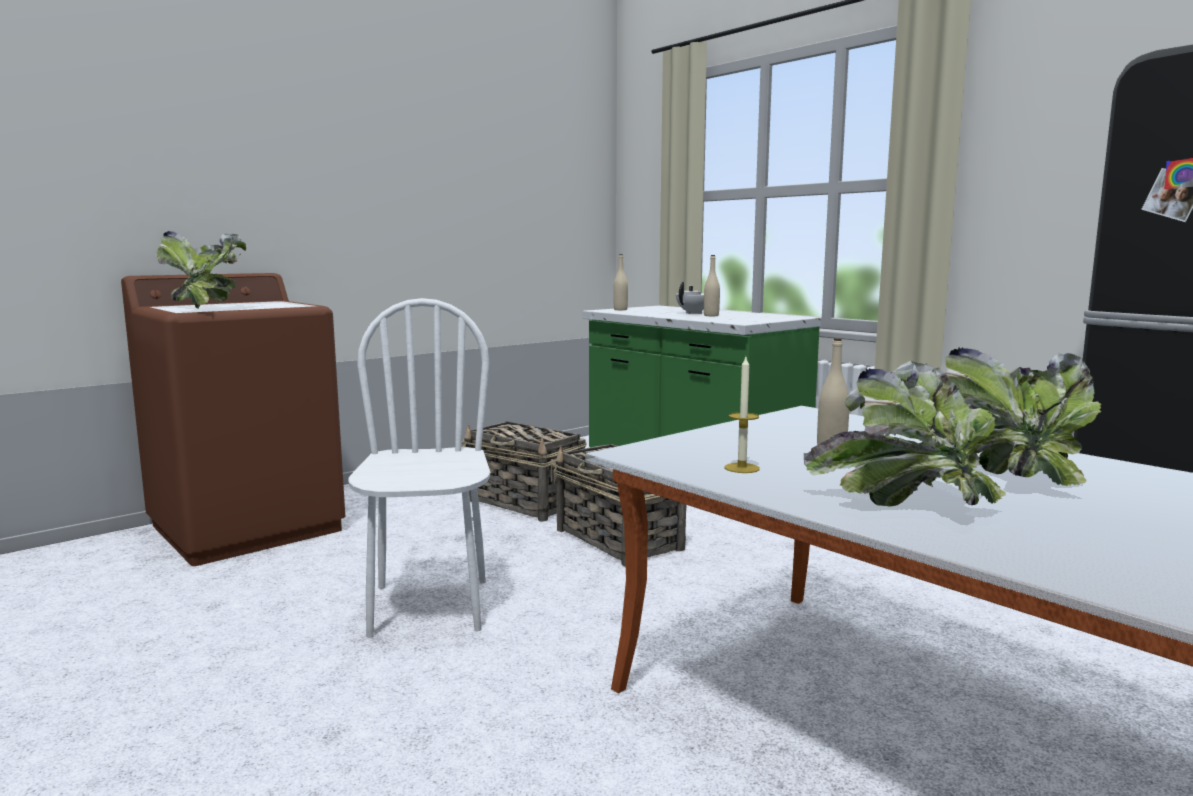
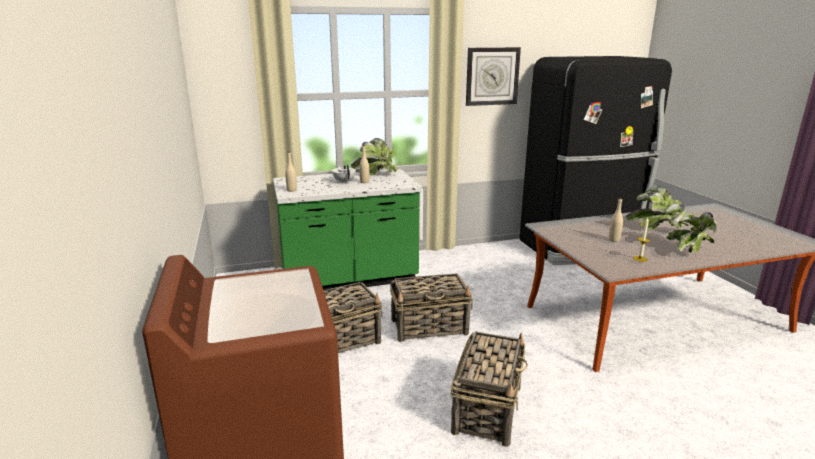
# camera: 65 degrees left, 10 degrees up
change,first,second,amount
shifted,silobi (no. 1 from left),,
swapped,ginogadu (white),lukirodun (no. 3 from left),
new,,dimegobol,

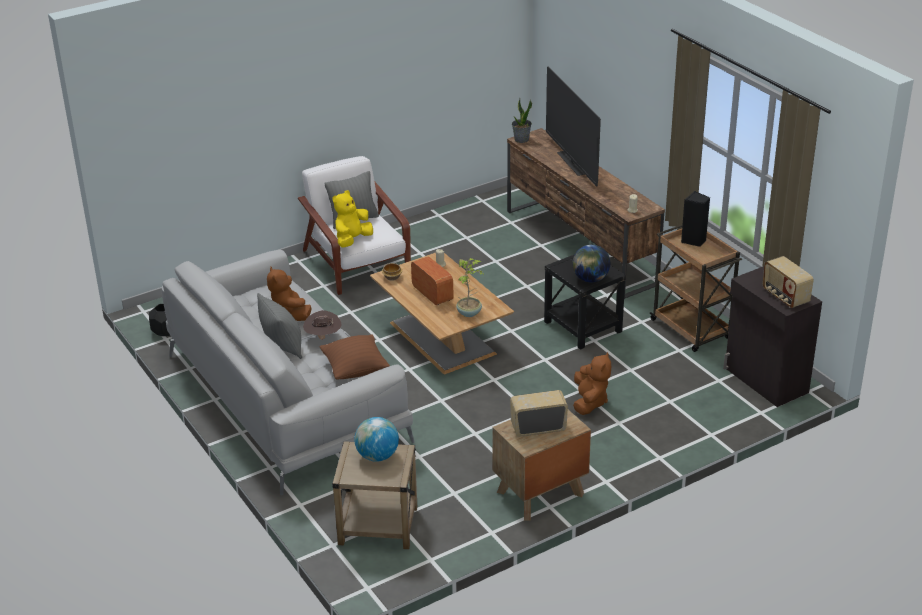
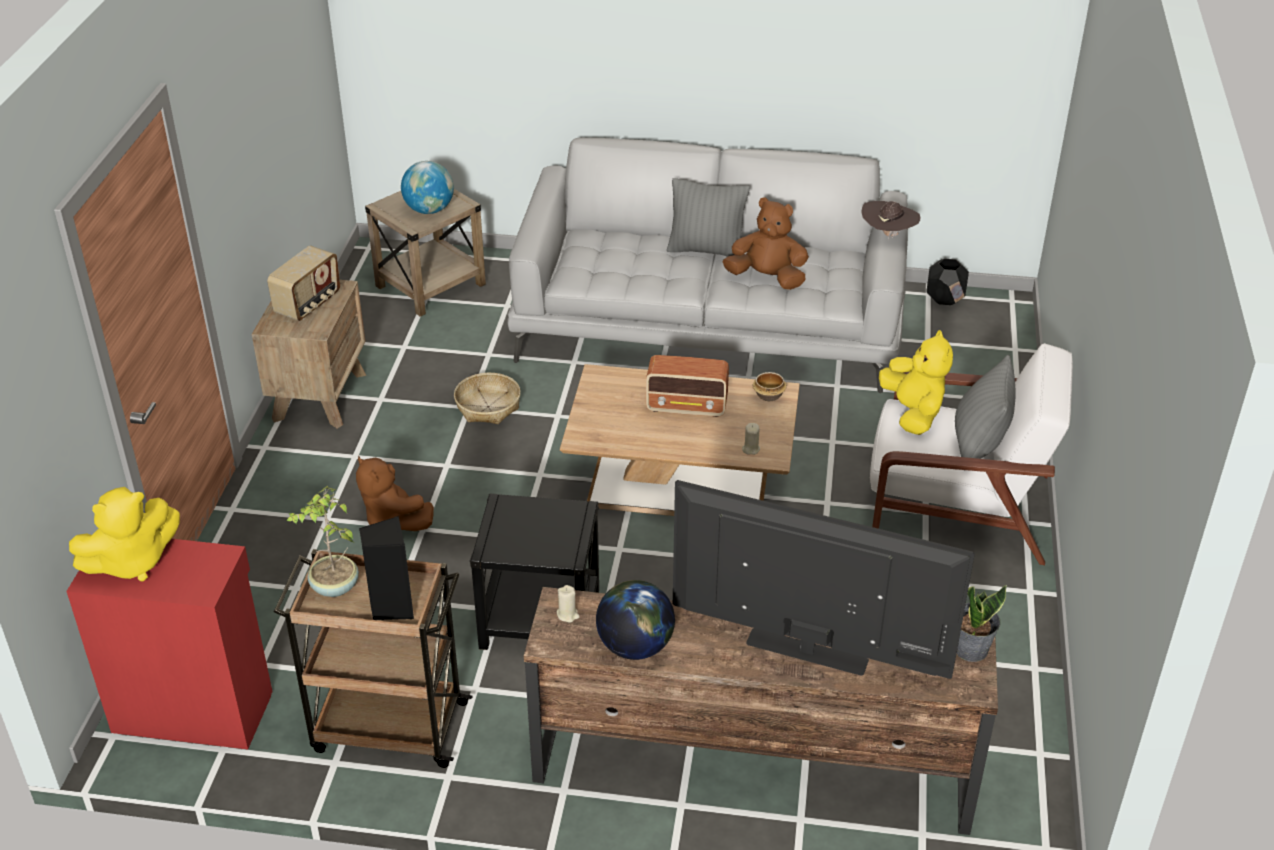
# camera: 130 degrees right, 5 degrees up
change,first,second,amount
shifted,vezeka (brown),,
gone,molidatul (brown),,
shifted,silobi (no. 1 from left),,
shifted,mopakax (no. 2 from left),,
repainted,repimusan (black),repimusan (red),
swapped,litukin (no. 3 from left),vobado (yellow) (no. 1 from left),
new,,lukirodun,

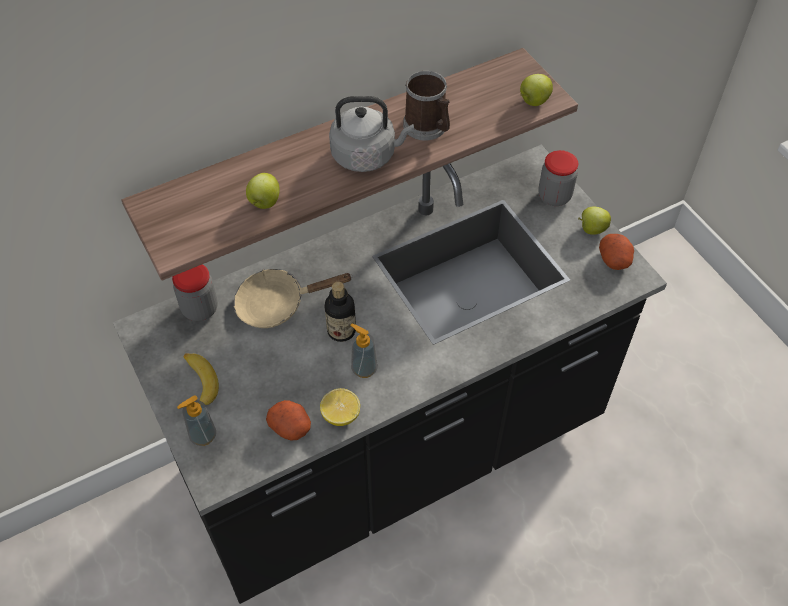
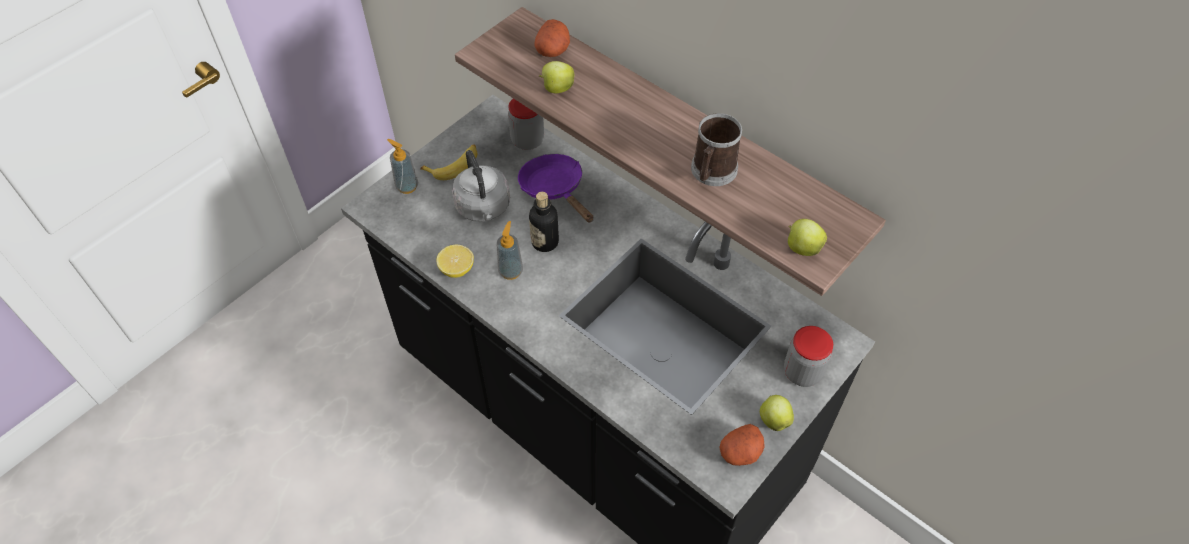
# camera: 70 degrees right, 0 degrees up
change,first,second,amount
repainted,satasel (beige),satasel (purple),
shifted,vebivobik (no. 1 from left),,
shifted,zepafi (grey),,

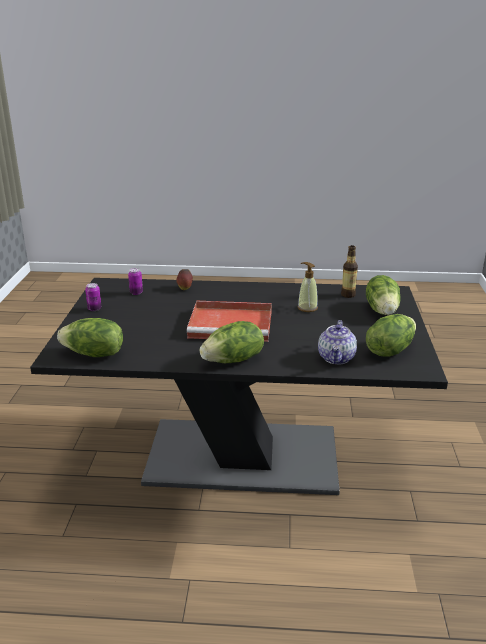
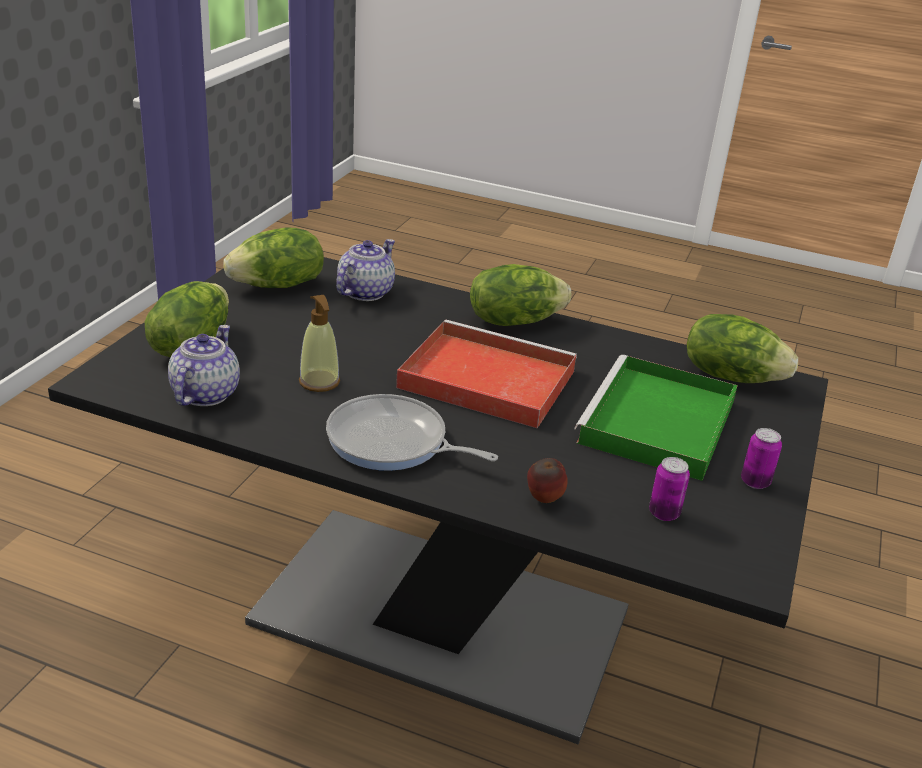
# camera: 165 degrees left, 5 degrees up
change,first,second,amount
swapped,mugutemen,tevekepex (no. 1 from left),
new,,satasel,
new,,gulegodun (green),

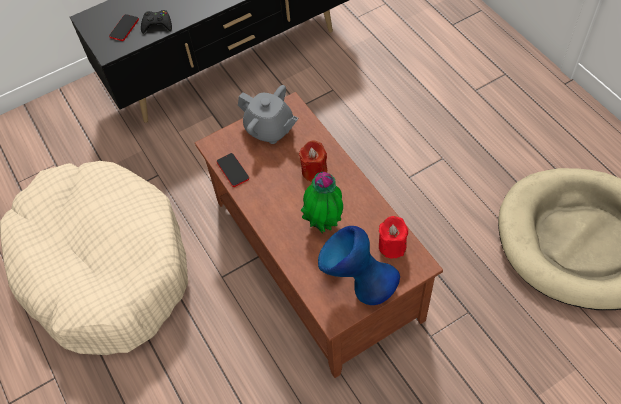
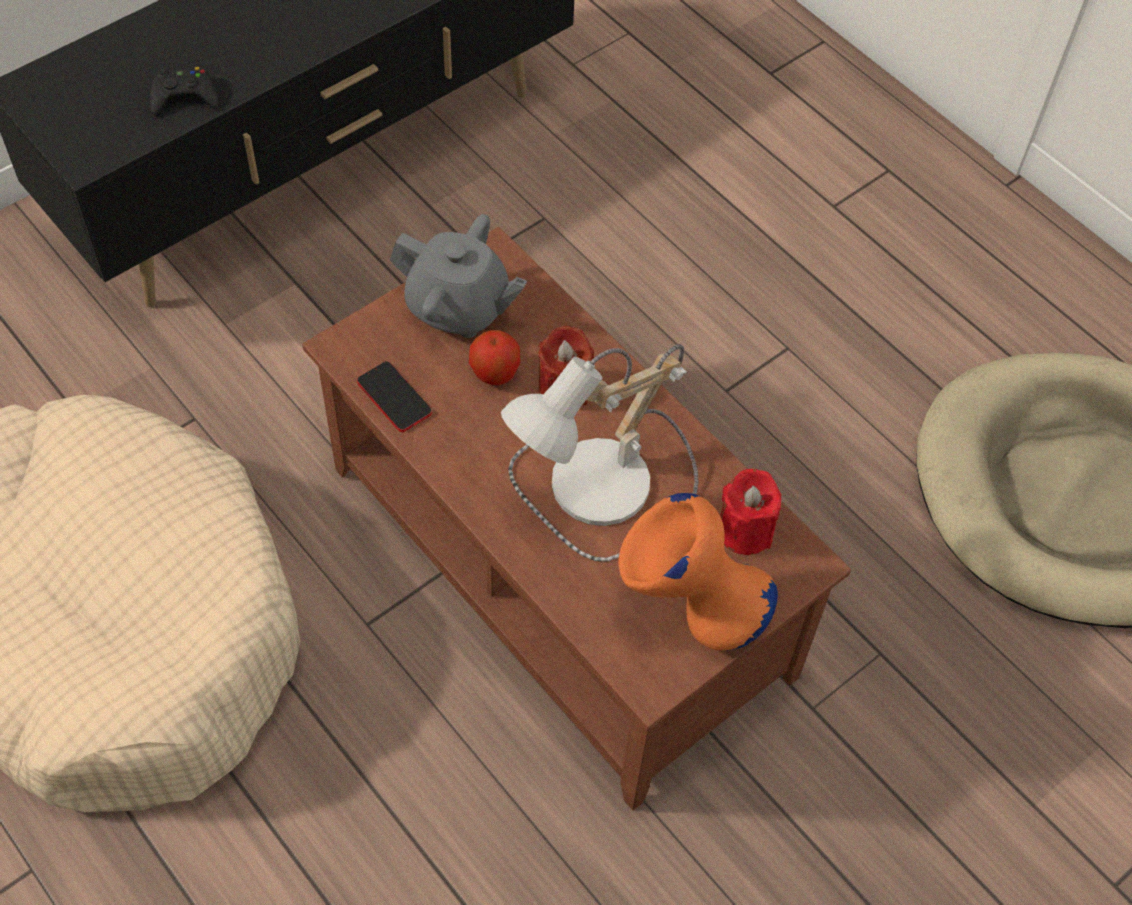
# camera: 15 degrees left, 0 degrees up
change,first,second,amount
gone,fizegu (no. 1 from left),,
swapped,silobi,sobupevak,
repainted,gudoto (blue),gudoto (orange),
new,,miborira,

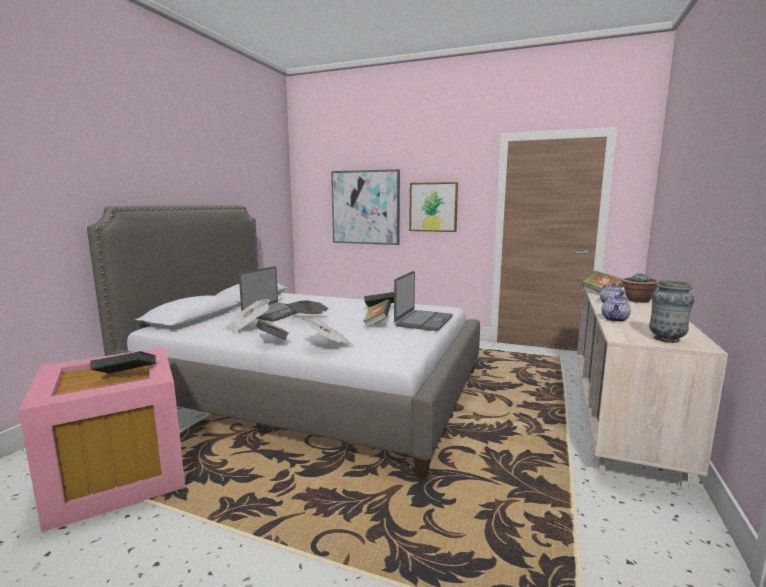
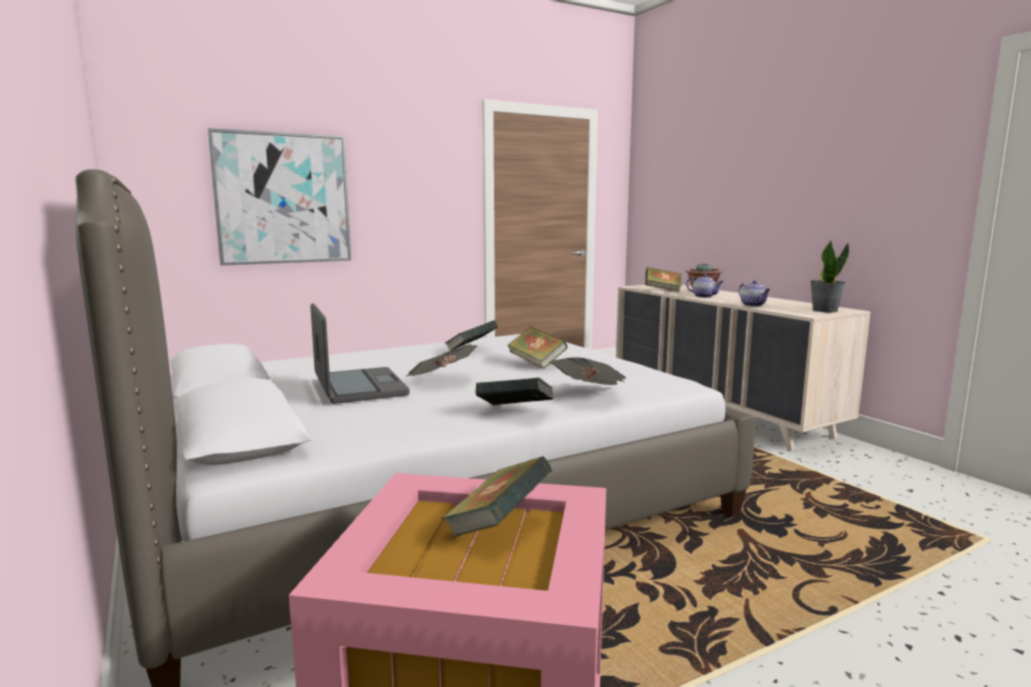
# camera: 50 degrees left, 0 degrees up
change,first,second,amount
gone,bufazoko (no. 1 from left),,
gone,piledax (no. 2 from left),,
gone,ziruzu (no. 2 from left),,
swapped,gudoto,silobi (no. 2 from left),

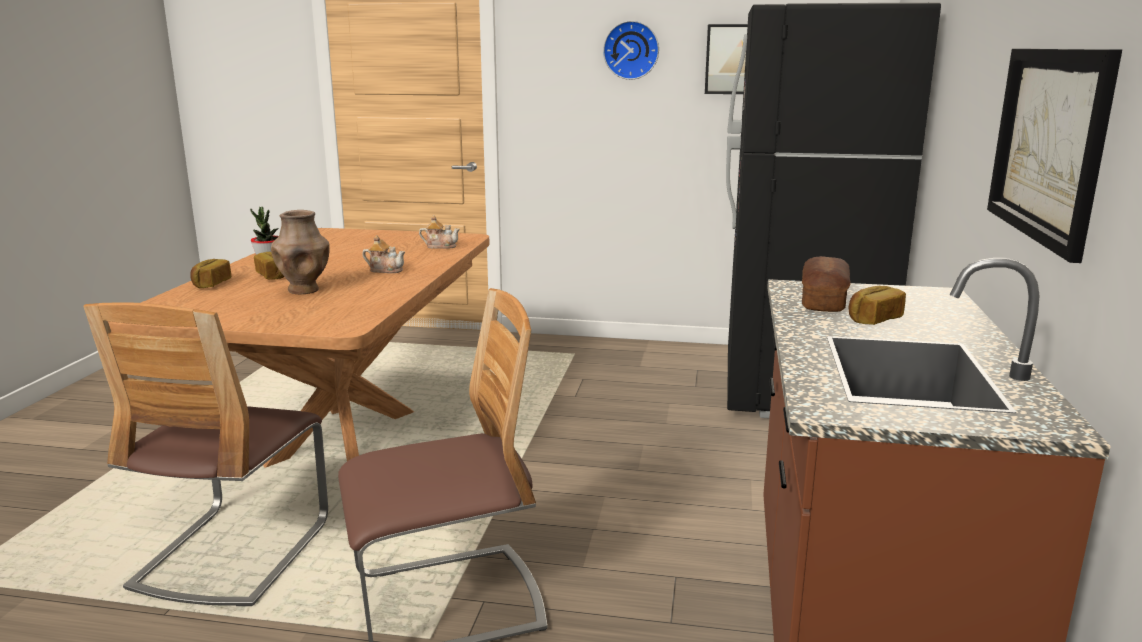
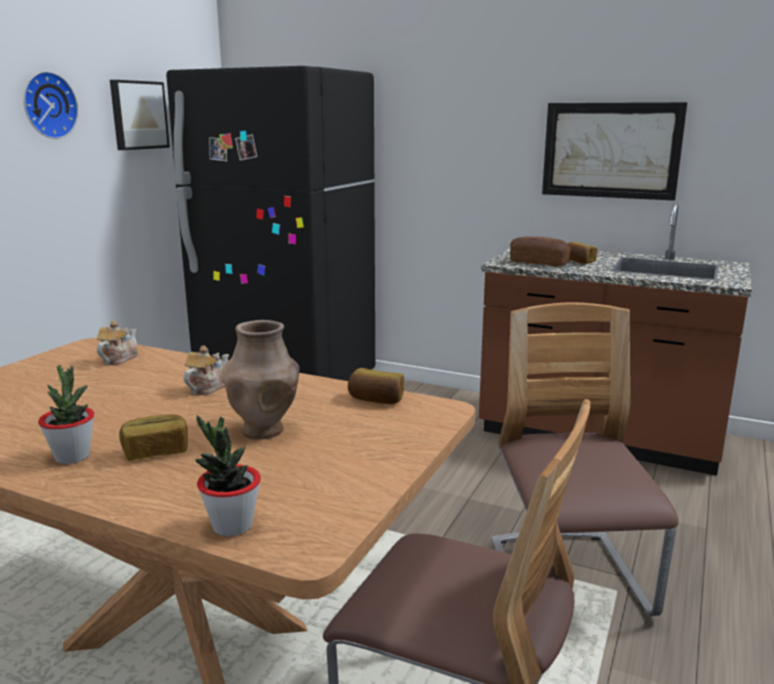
# camera: 75 degrees left, 0 degrees up
change,first,second,amount
shifted,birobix (no. 1 from left in the first image),birobix (no. 2 from left),
new,,silobi (no. 2 from left),

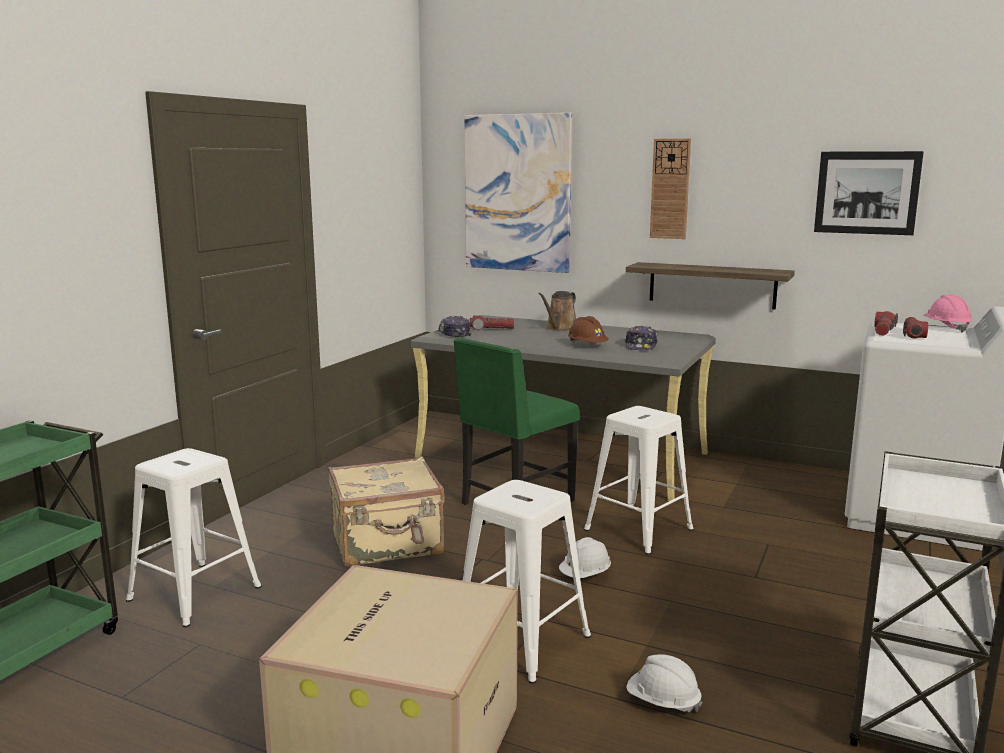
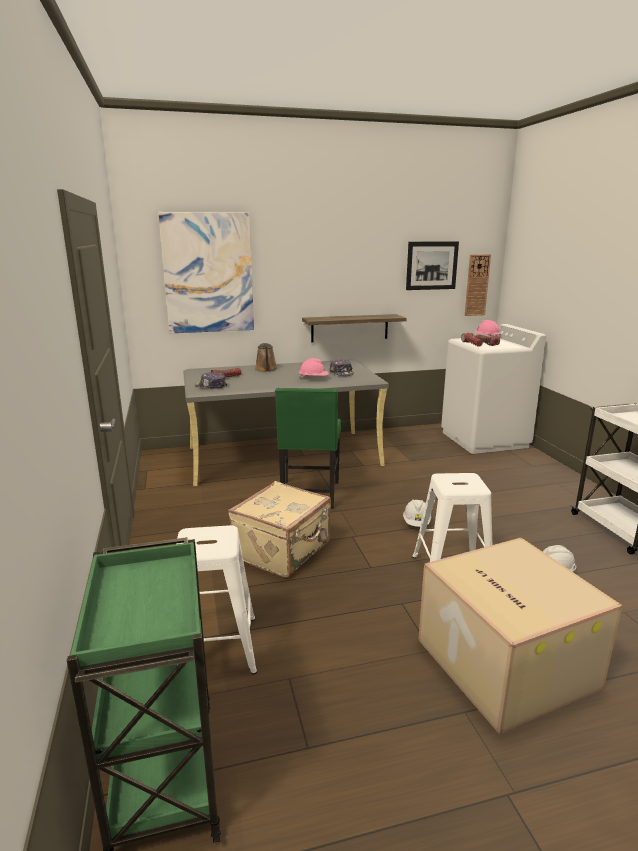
# camera: 40 degrees left, 5 degrees up
change,first,second,amount
repainted,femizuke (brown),femizuke (pink) (no. 1 from left),
gone,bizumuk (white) (no. 3 from left),,
shifted,dimegobol,,

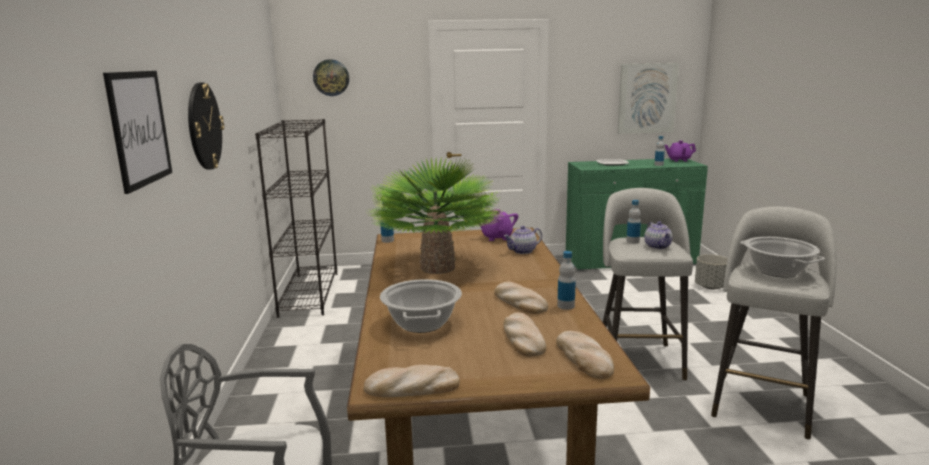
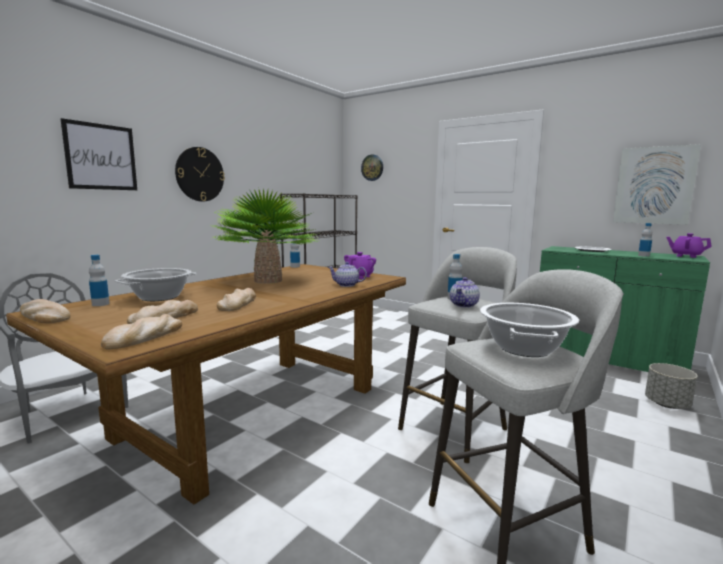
# camera: 40 degrees right, 5 degrees down
change,first,second,amount
shifted,mugutemen (no. 2 from left in the first image),mugutemen (no. 1 from left),

